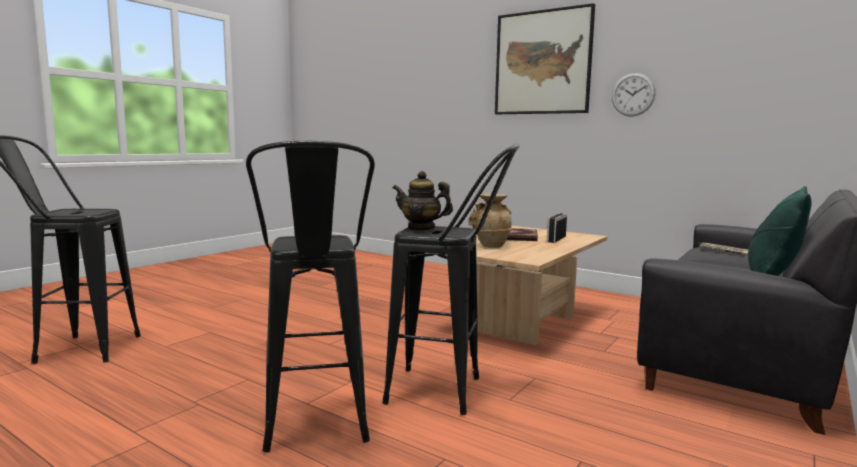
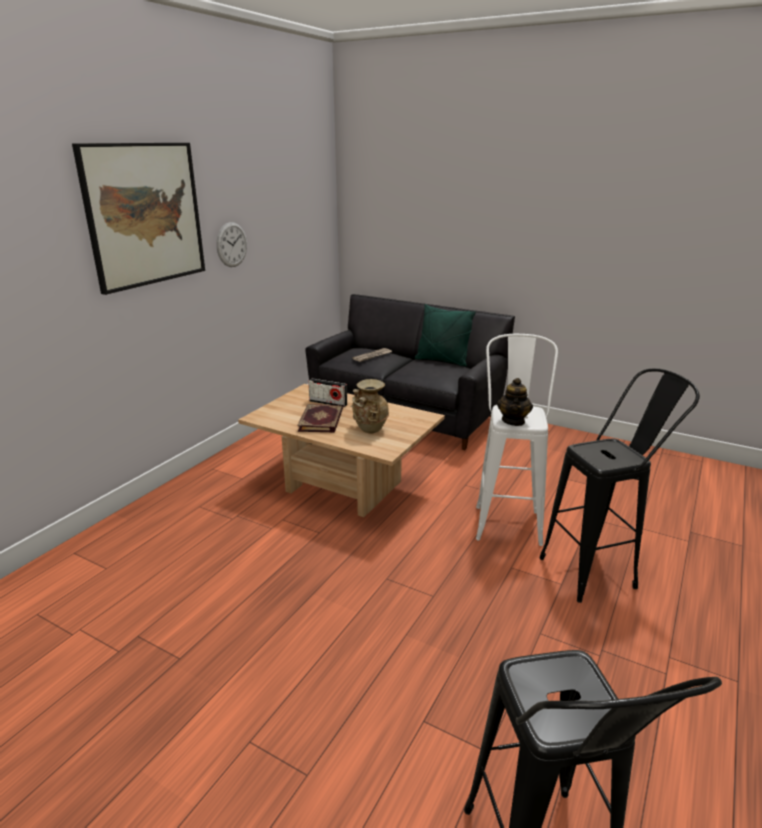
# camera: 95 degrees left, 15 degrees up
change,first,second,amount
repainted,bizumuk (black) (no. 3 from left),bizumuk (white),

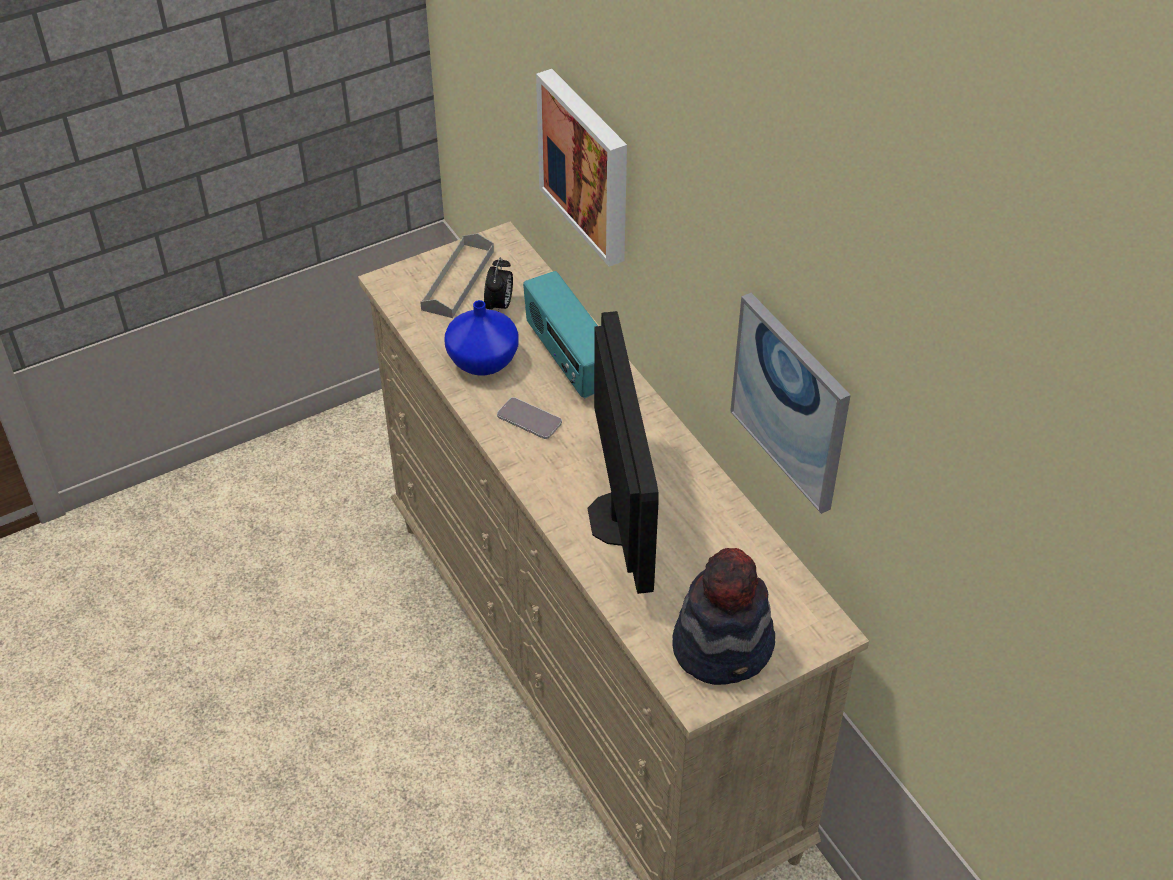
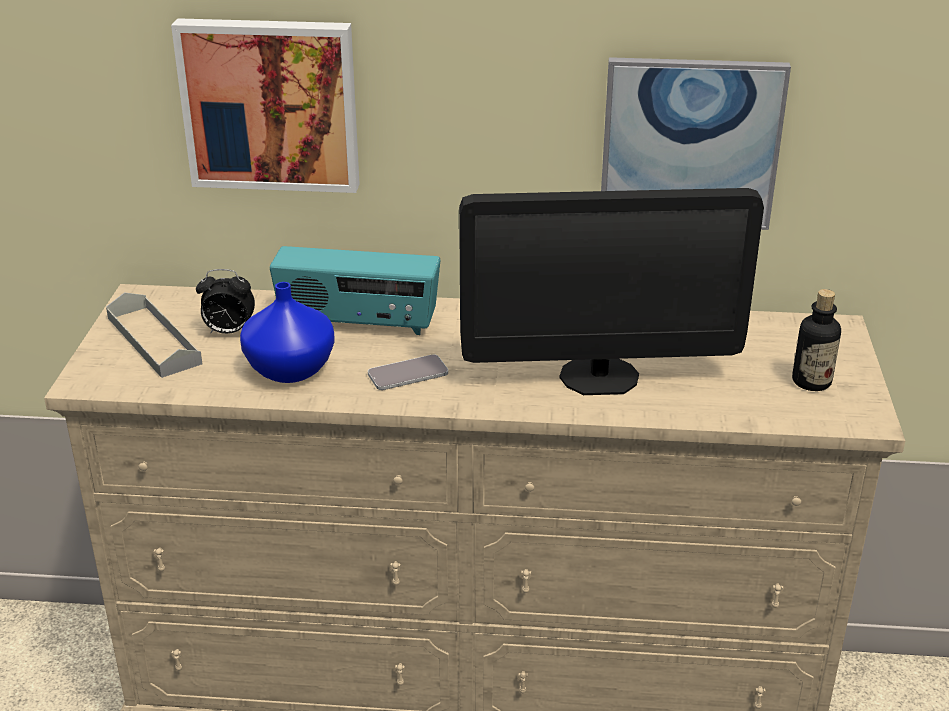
# camera: 55 degrees left, 15 degrees down
change,first,second,amount
rotated,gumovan,,135 degrees clockwise
rotated,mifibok,,150 degrees clockwise
swapped,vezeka,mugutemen,

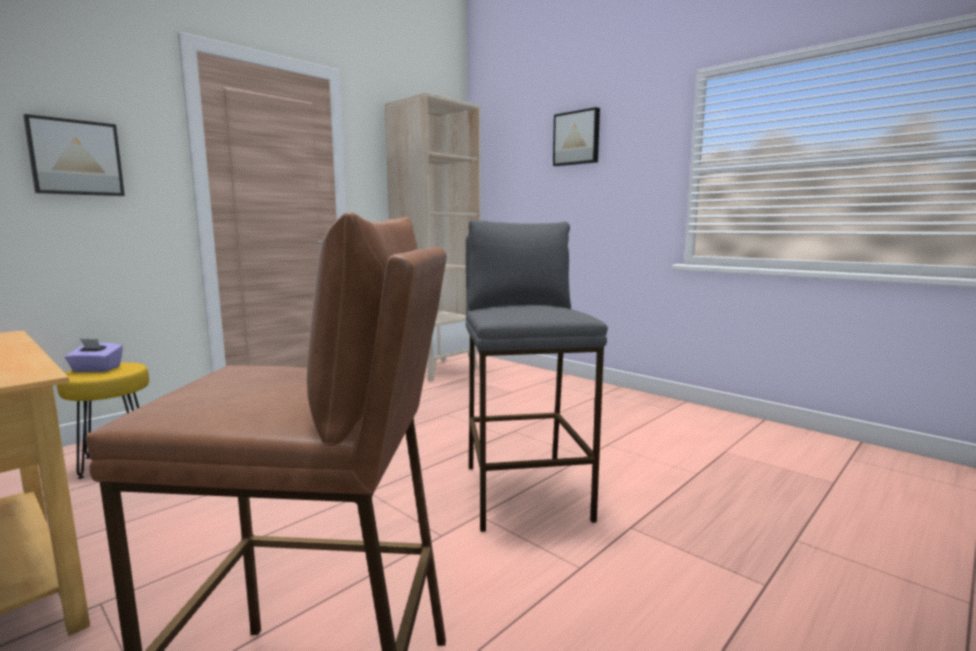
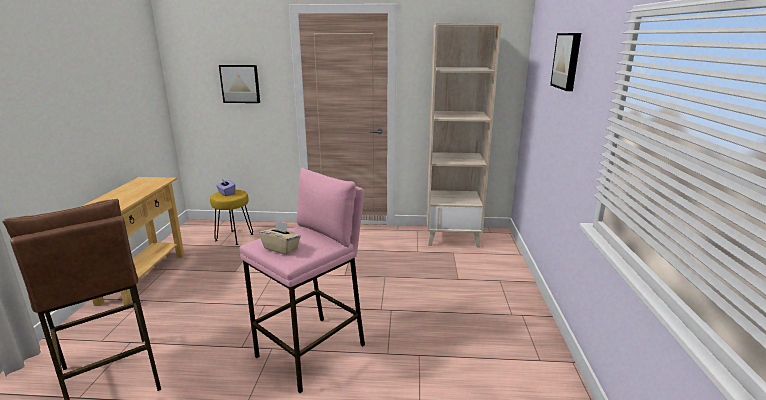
# camera: 50 degrees right, 10 degrees up
change,first,second,amount
repainted,bizumuk (grey),bizumuk (pink),
new,,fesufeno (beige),

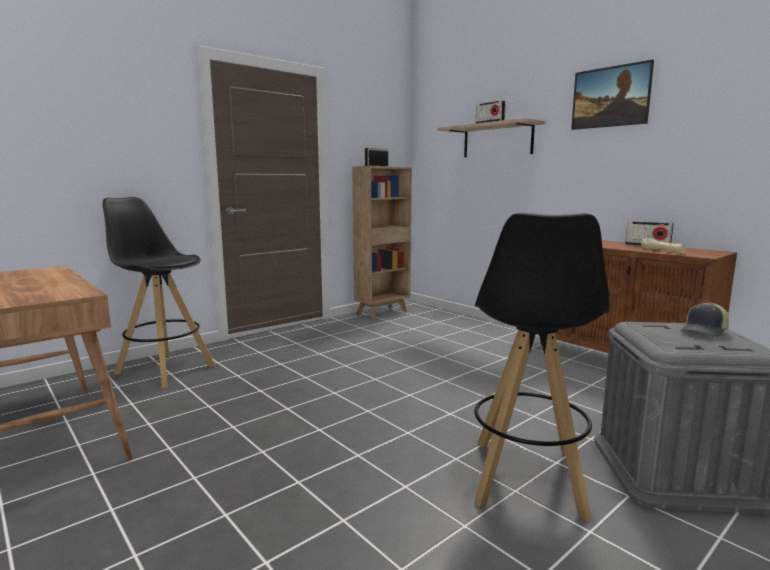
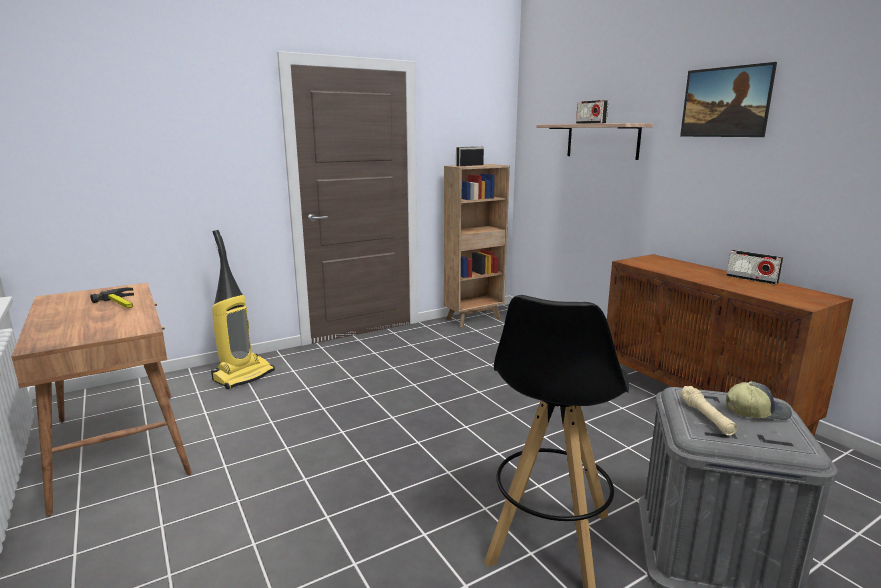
# camera: 10 degrees right, 5 degrees up
change,first,second,amount
swapped,bizumuk (black) (no. 1 from left),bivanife,
shifted,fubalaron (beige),,
rotated,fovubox,,150 degrees counterclockwise
new,,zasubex,

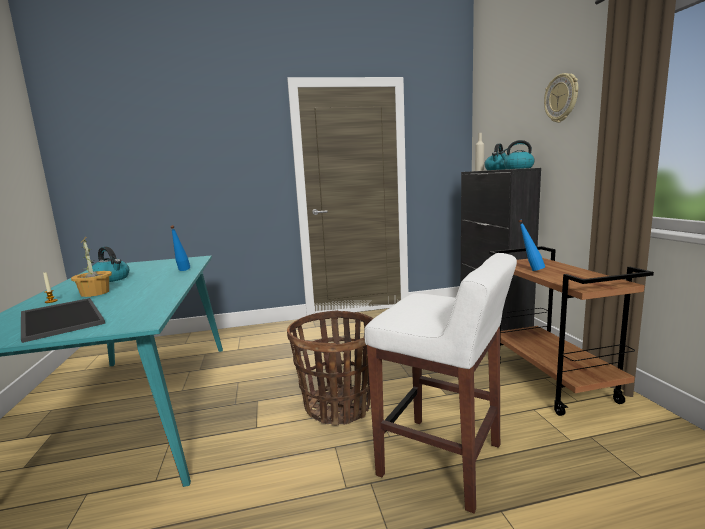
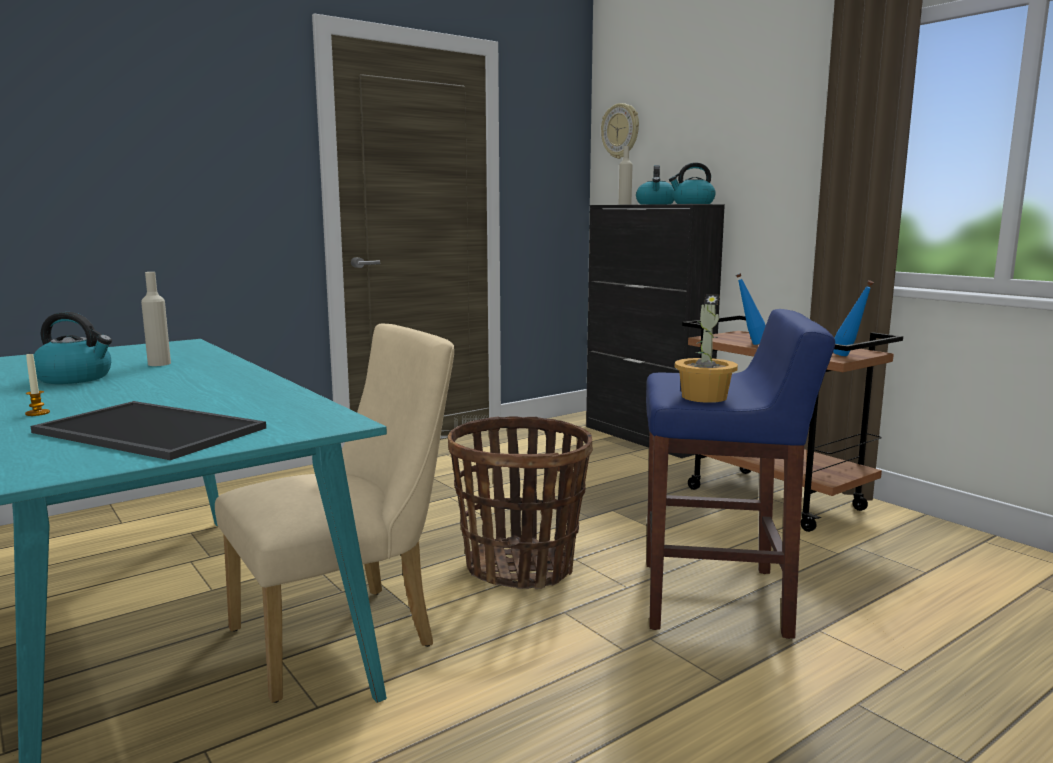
# camera: 25 degrees left, 0 degrees up
change,first,second,amount
shifted,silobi,,
shifted,mugutemen (blue) (no. 1 from left in the first image),mugutemen (blue) (no. 2 from left),
repainted,bizumuk (white),bizumuk (blue),
shifted,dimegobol,,
new,,mugutemen (beige) (no. 1 from left),
new,,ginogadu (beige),

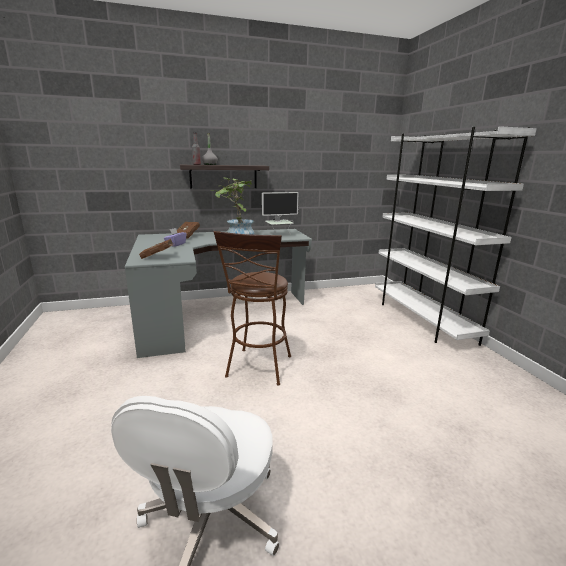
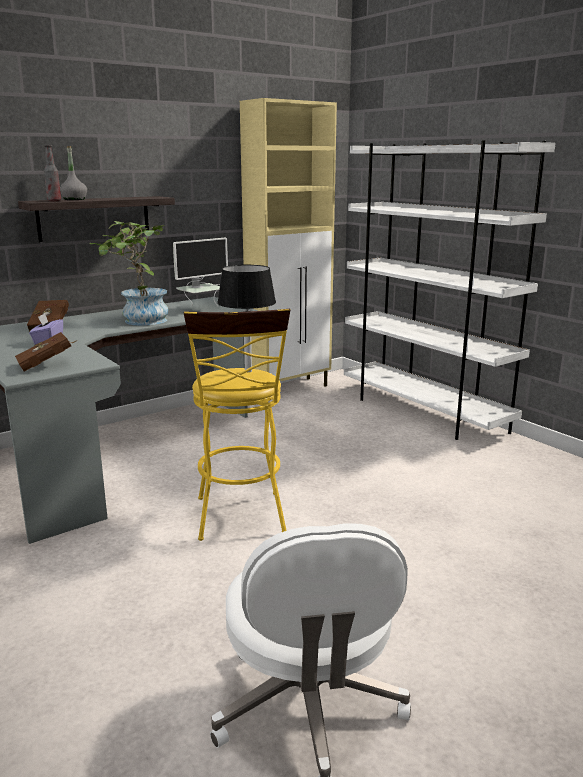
# camera: 20 degrees left, 0 degrees up
change,first,second,amount
repainted,bizumuk (brown),bizumuk (yellow),
new,,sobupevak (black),
new,,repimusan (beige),

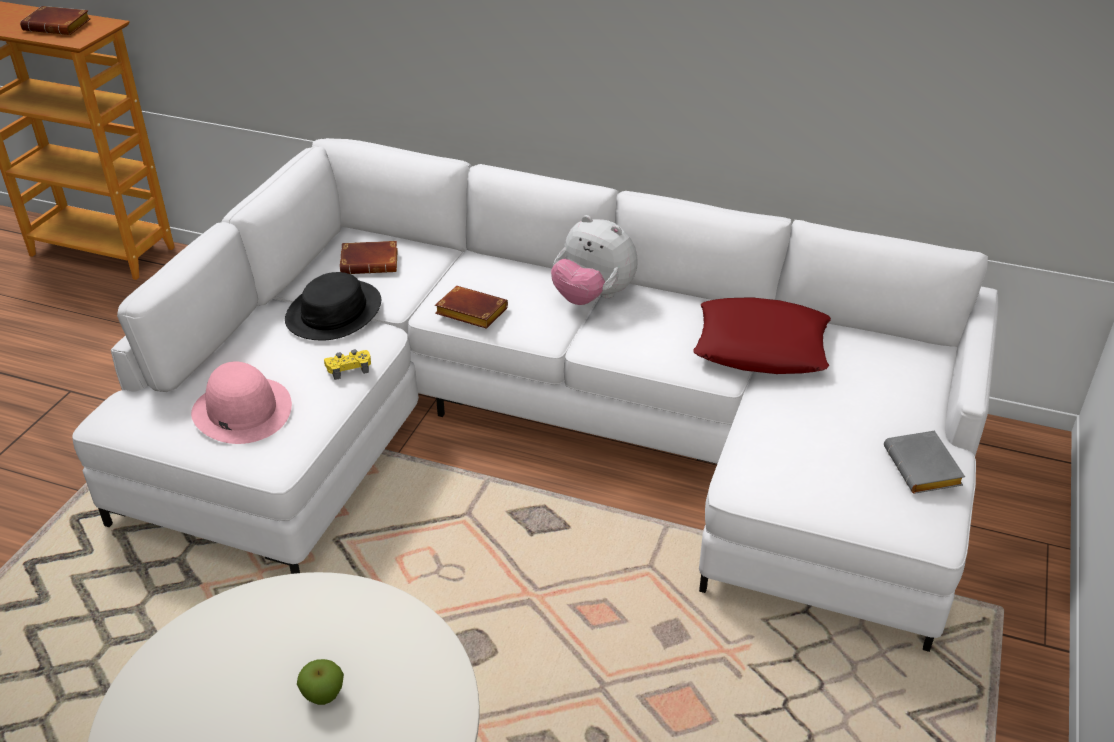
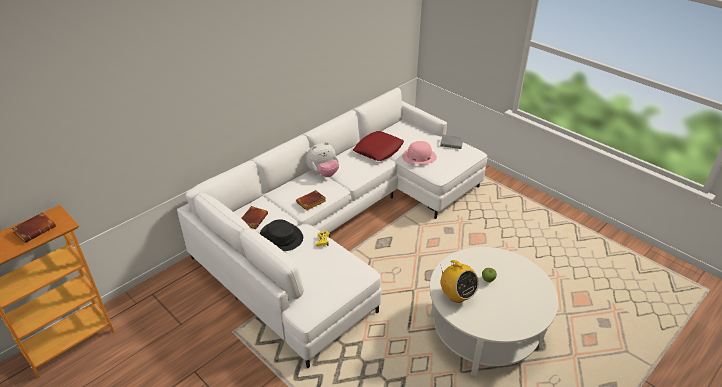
# camera: 65 degrees left, 0 degrees up
change,first,second,amount
shifted,vezeka (pink),,
new,,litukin,

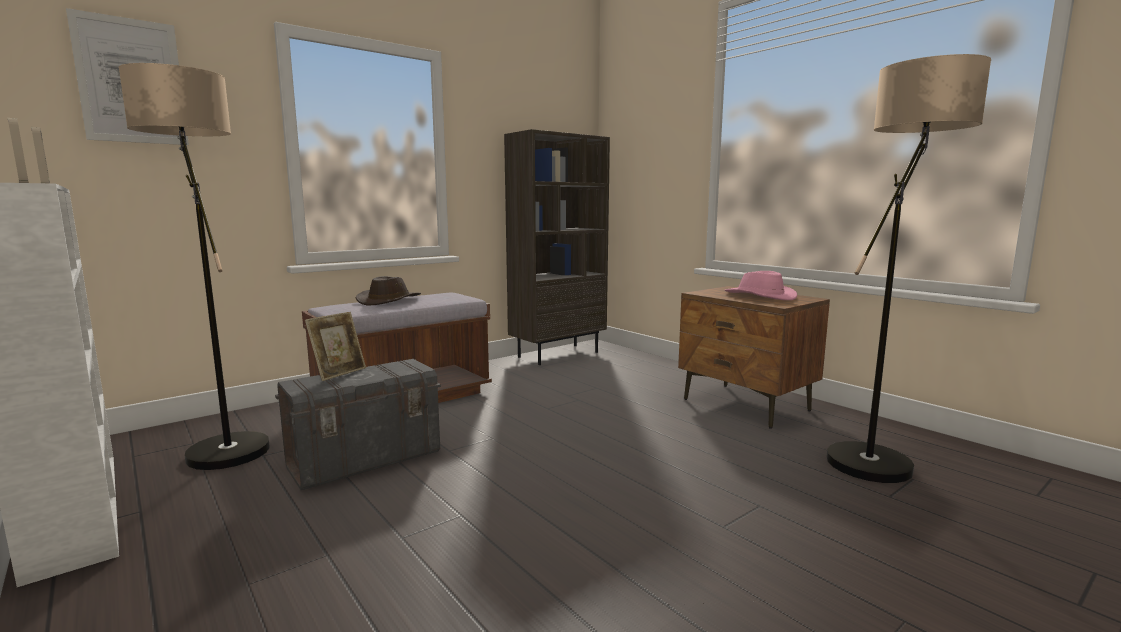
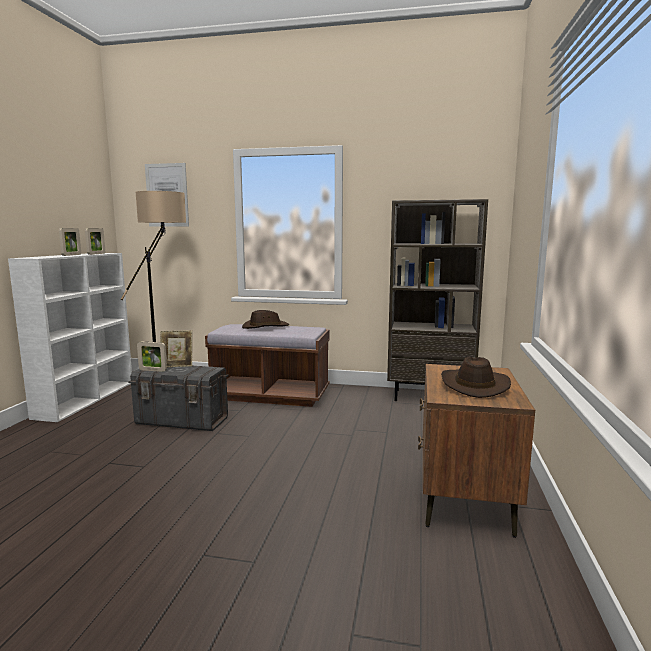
# camera: 50 degrees right, 0 degrees up
change,first,second,amount
repainted,vezeka (pink),vezeka (brown) (no. 2 from left),
gone,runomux (no. 2 from left),,
new,,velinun (no. 3 from left),

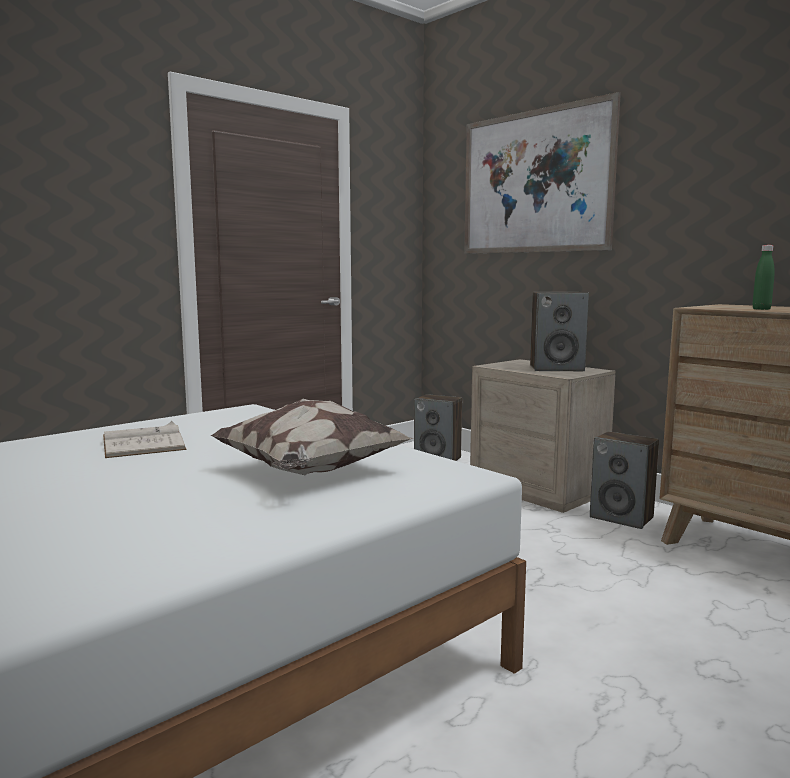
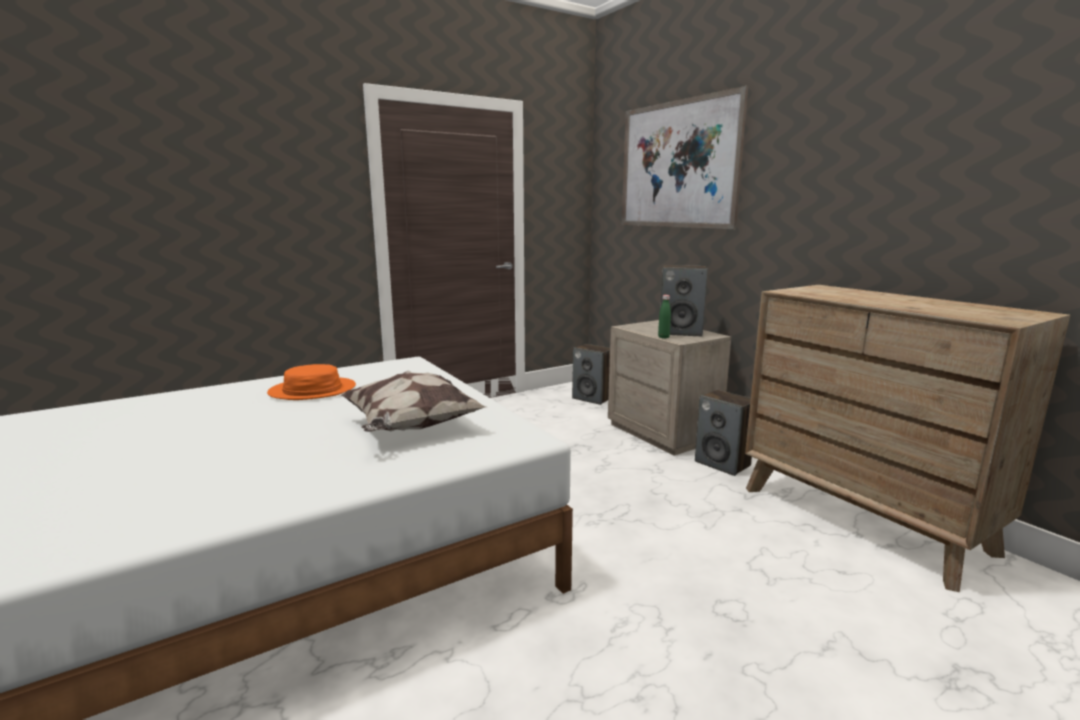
# camera: 10 degrees right, 5 degrees up
change,first,second,amount
swapped,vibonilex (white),vezeka (orange),
shifted,mugutemen (green),,

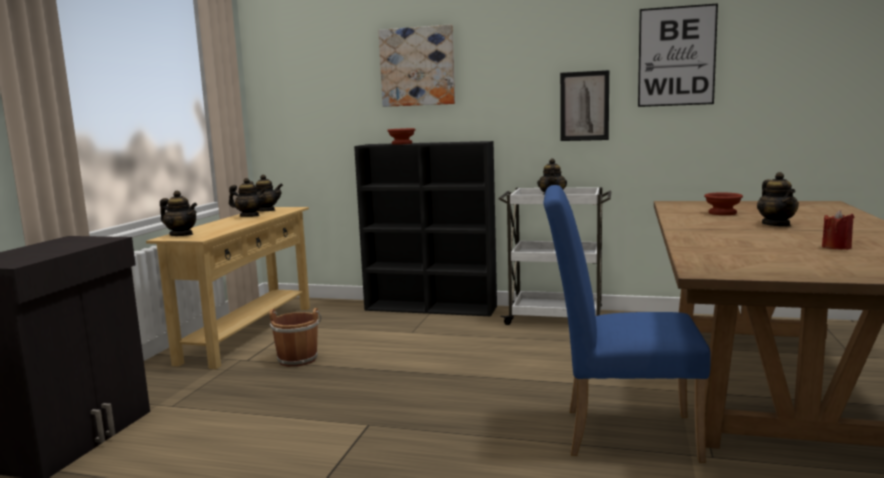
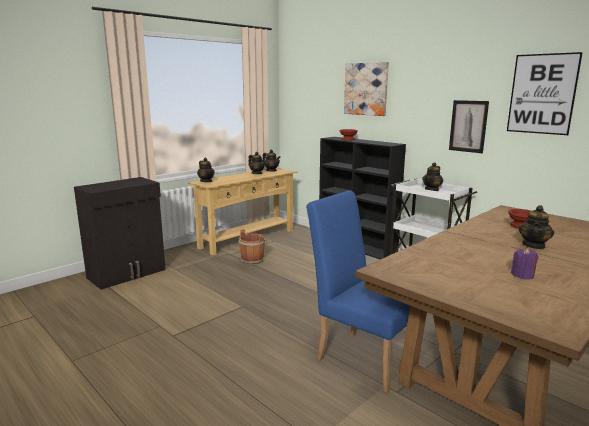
# camera: 30 degrees right, 5 degrees up
change,first,second,amount
repainted,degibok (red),degibok (purple),

